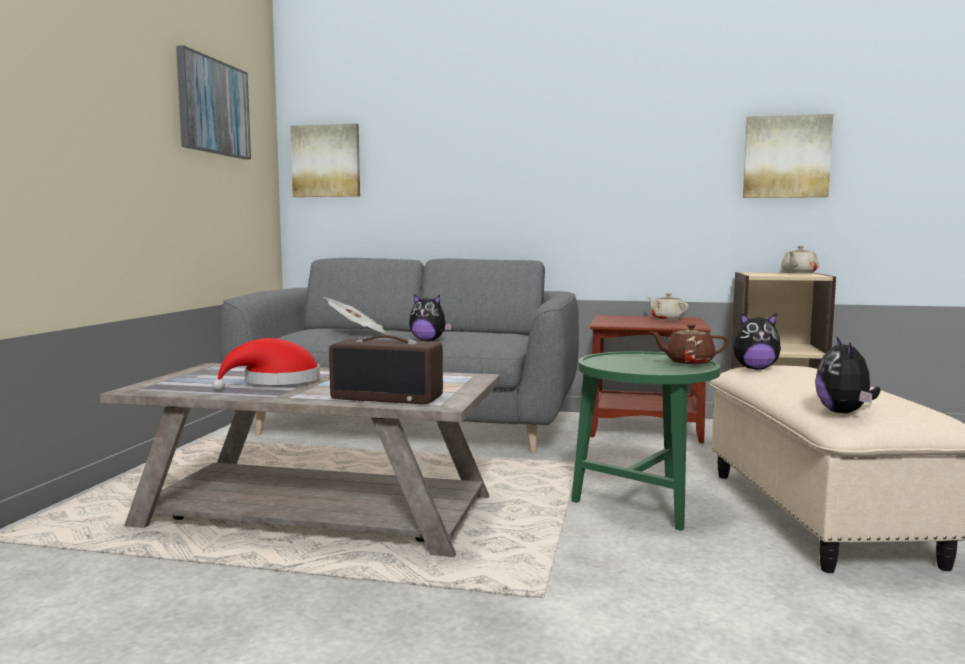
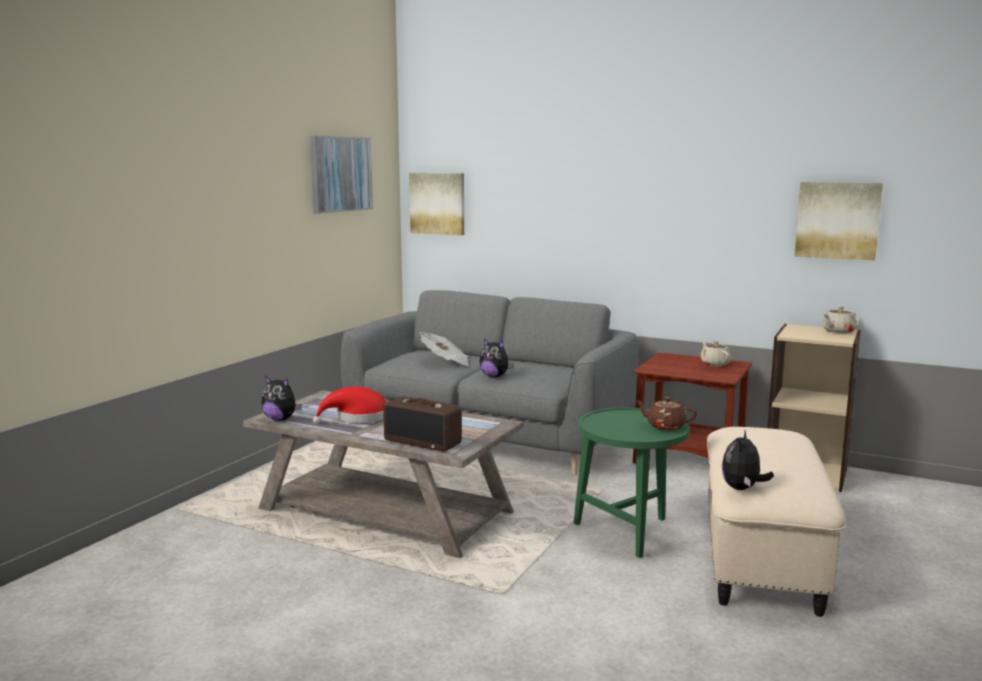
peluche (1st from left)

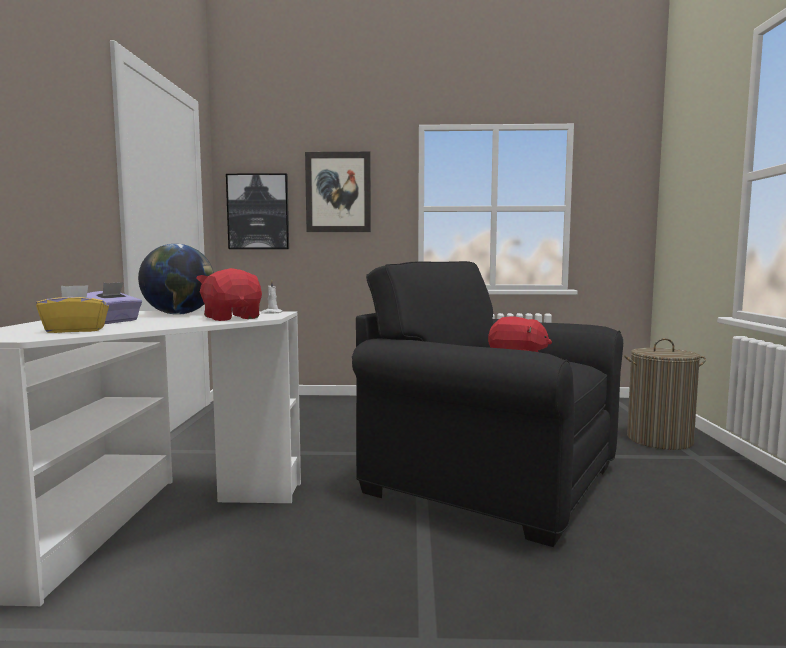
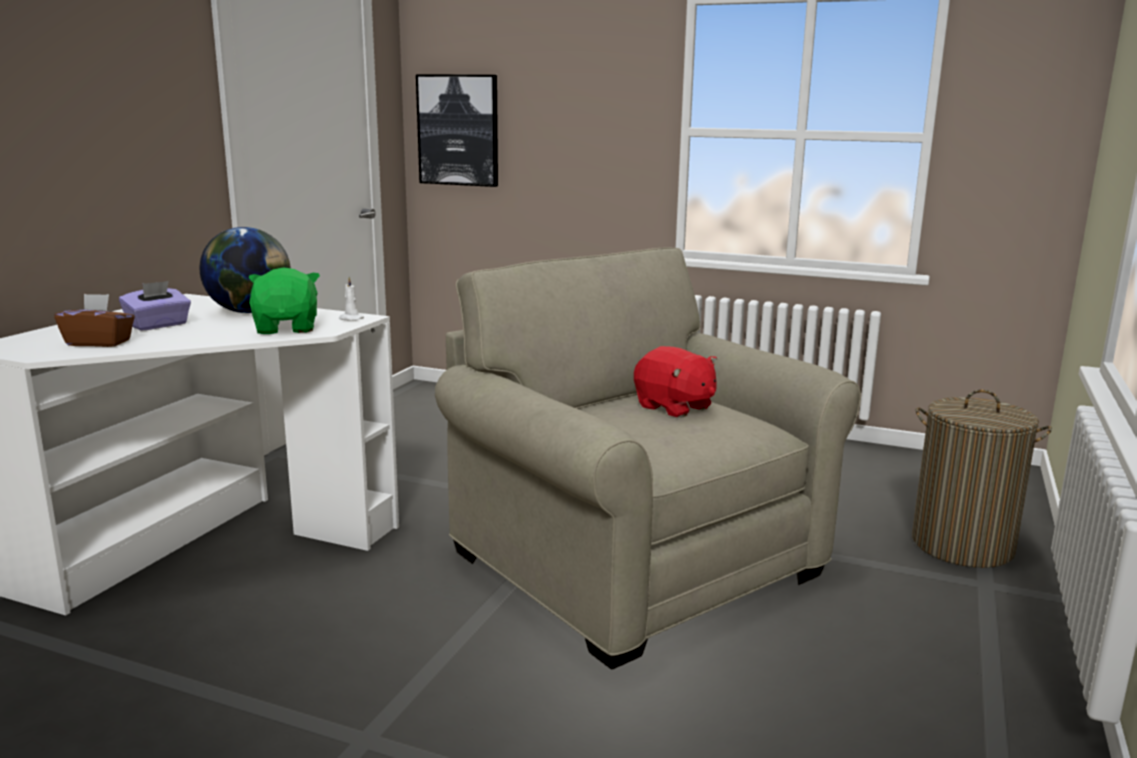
tableau (2nd from left in the first image); boîte à mouchoirs [marron]; peluche [vert]; fauteuil [beige]

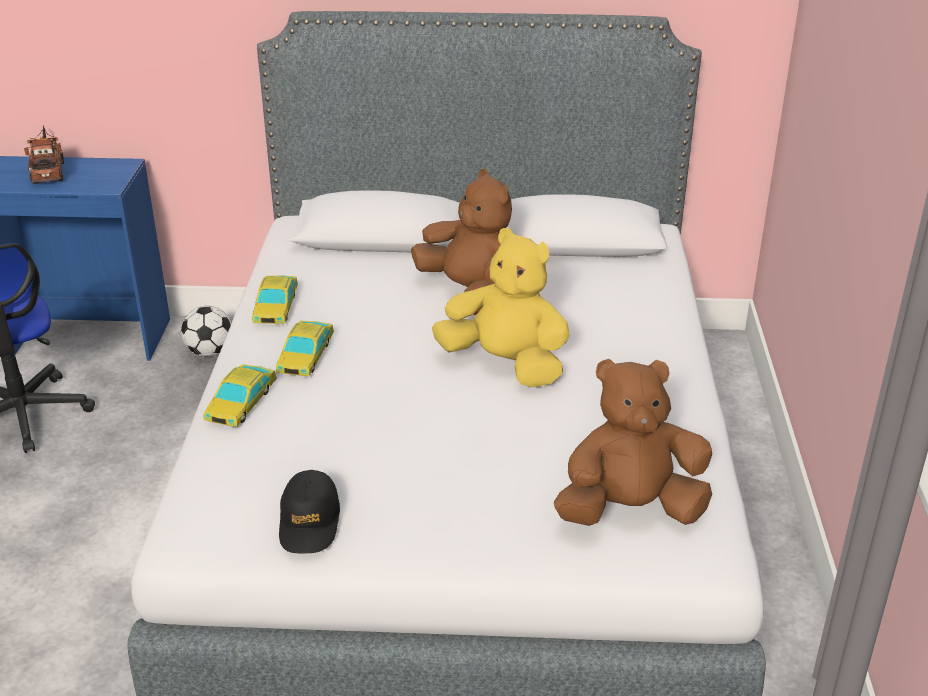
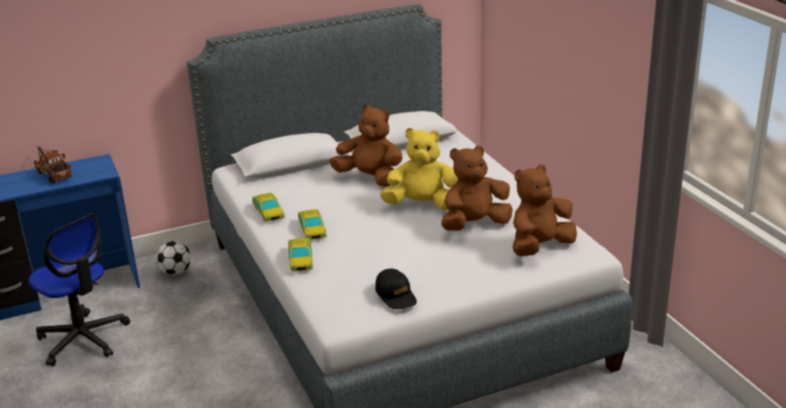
peluche [marron] (2nd from left)

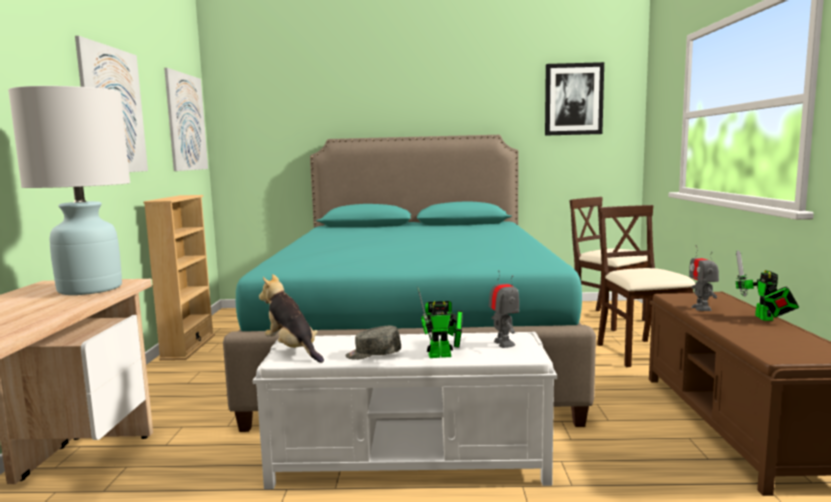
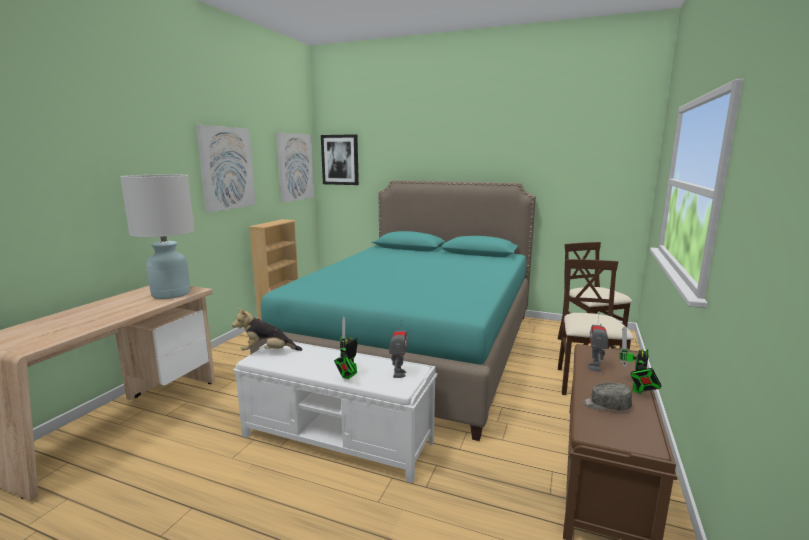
casquette [gris]; tableau (3rd from left); peluche; robot jouet (1st from left)

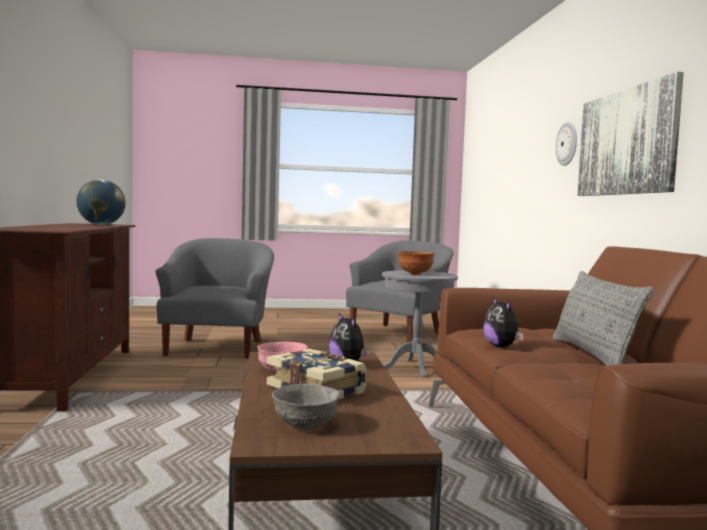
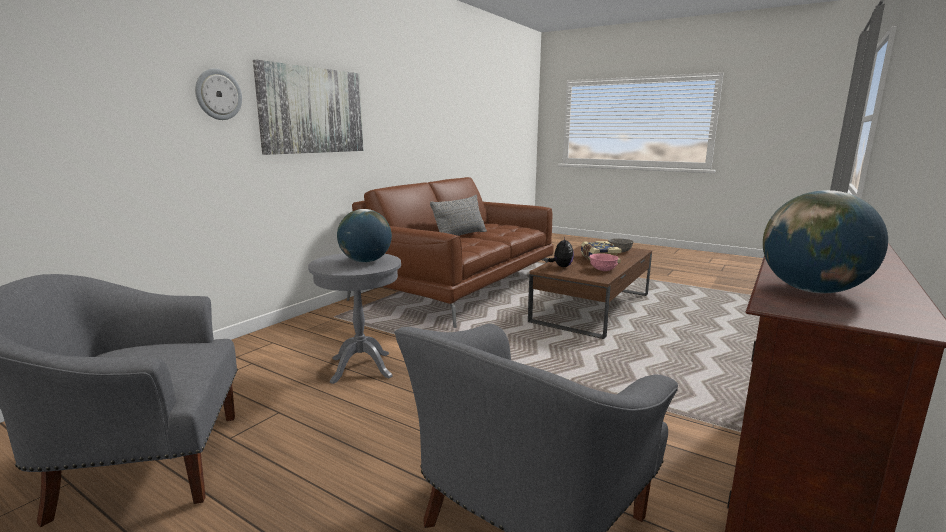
peluche (2nd from left in the first image); globe (1st from left)

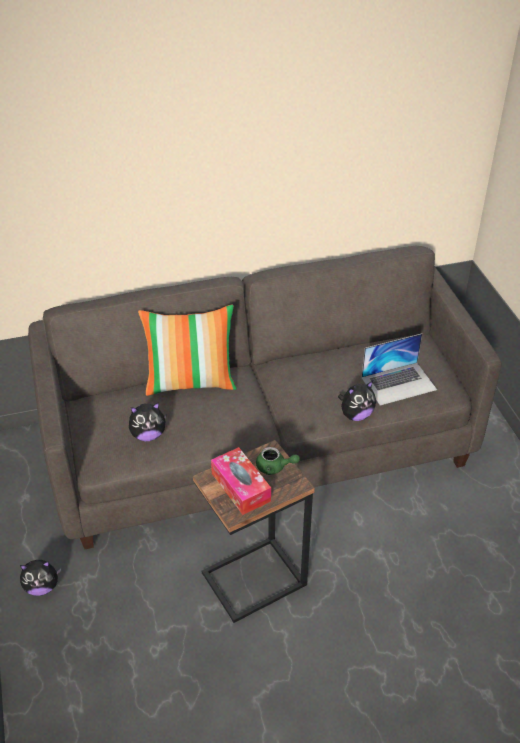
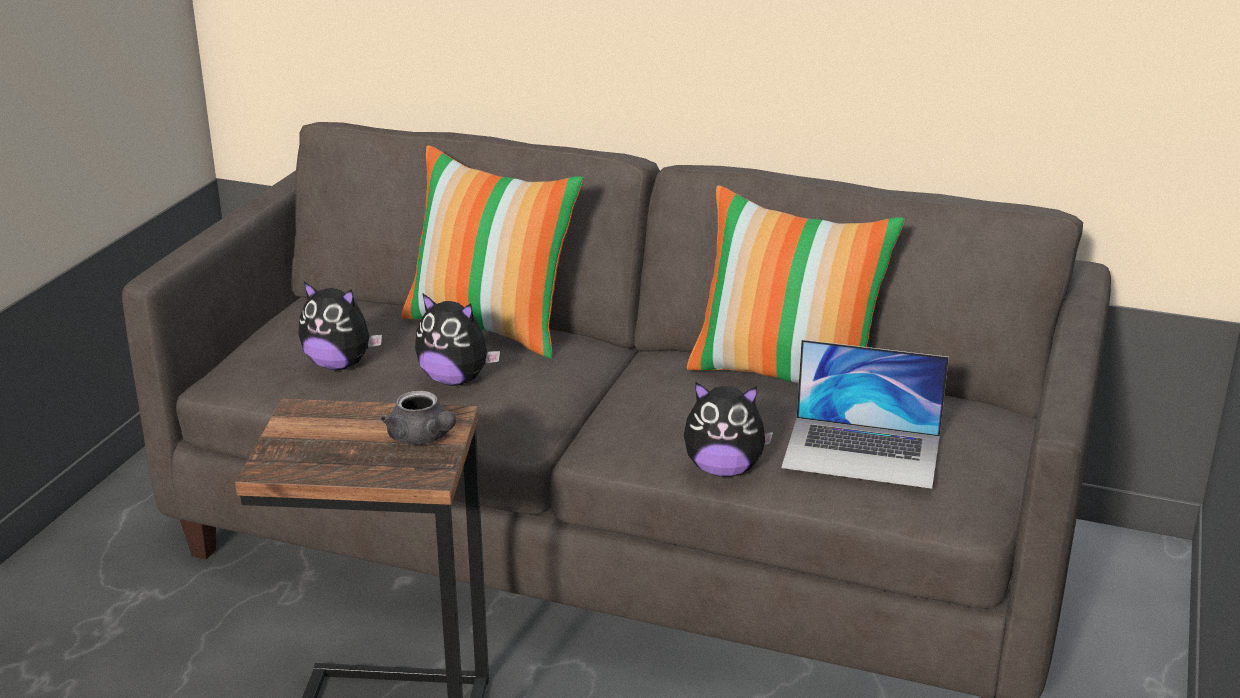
boîte à mouchoirs; coussin (2nd from left); peluche (2nd from left); théière [gris]

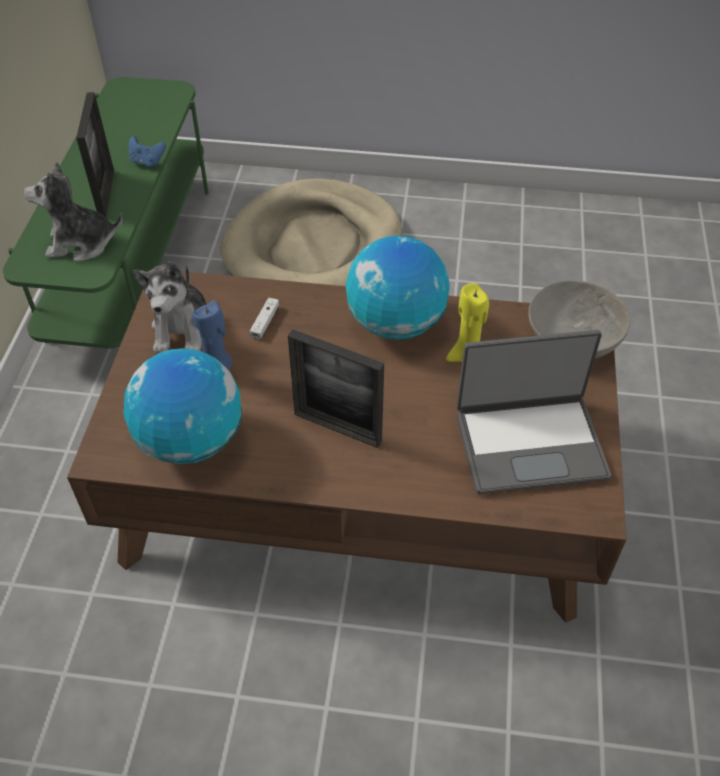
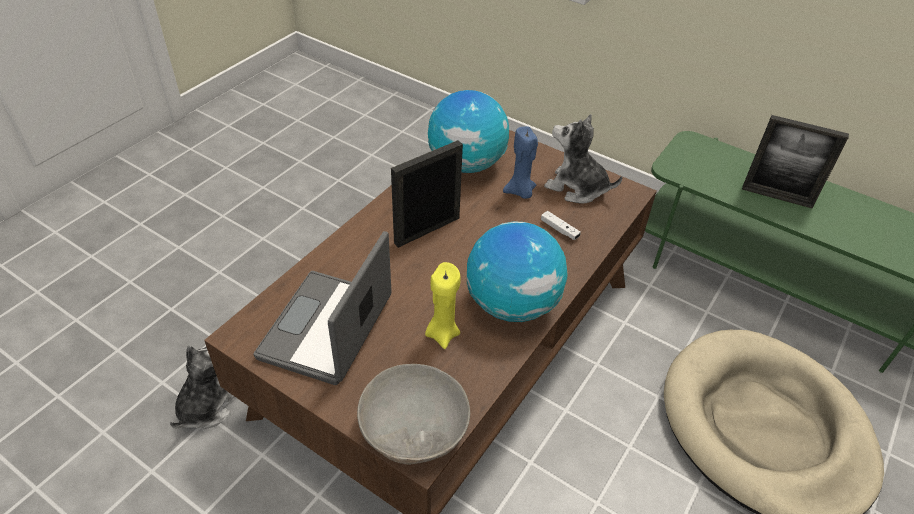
manette [bleu]; peluche (1st from left)

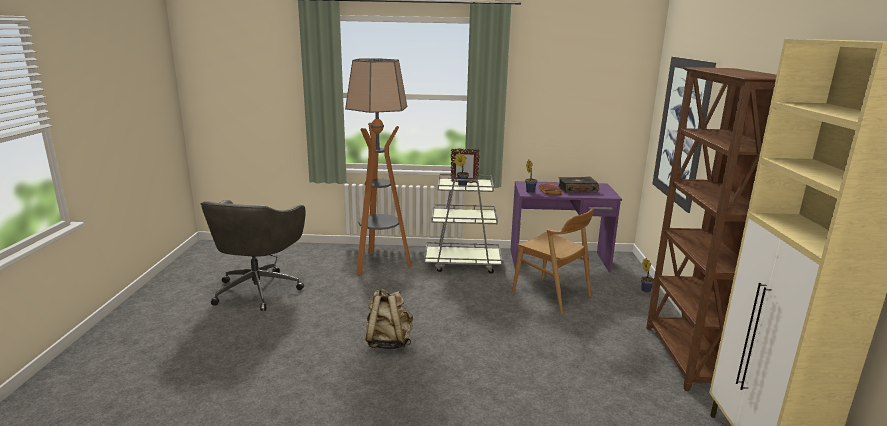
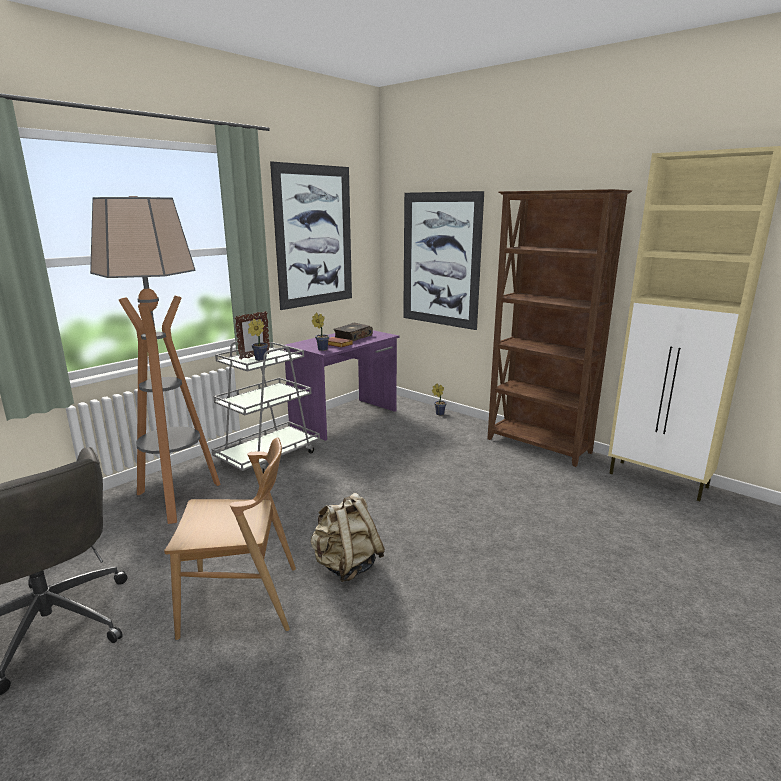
tableau (1st from left); chaise [marron]

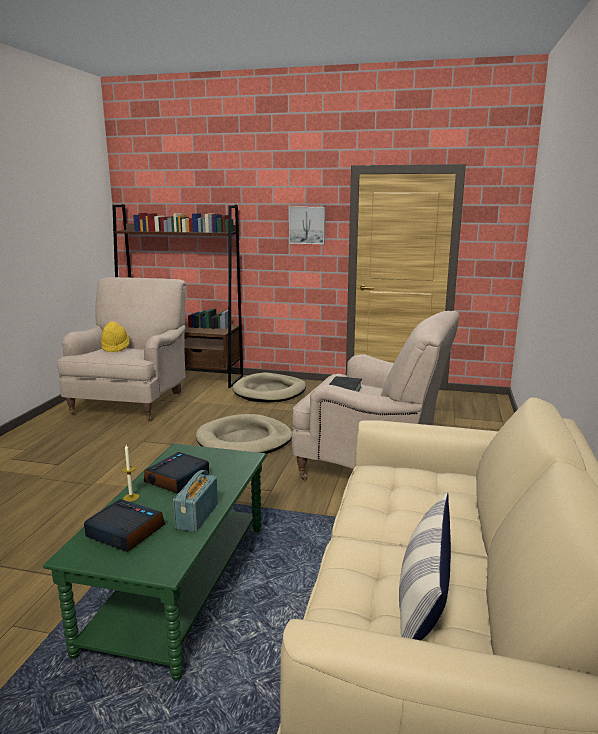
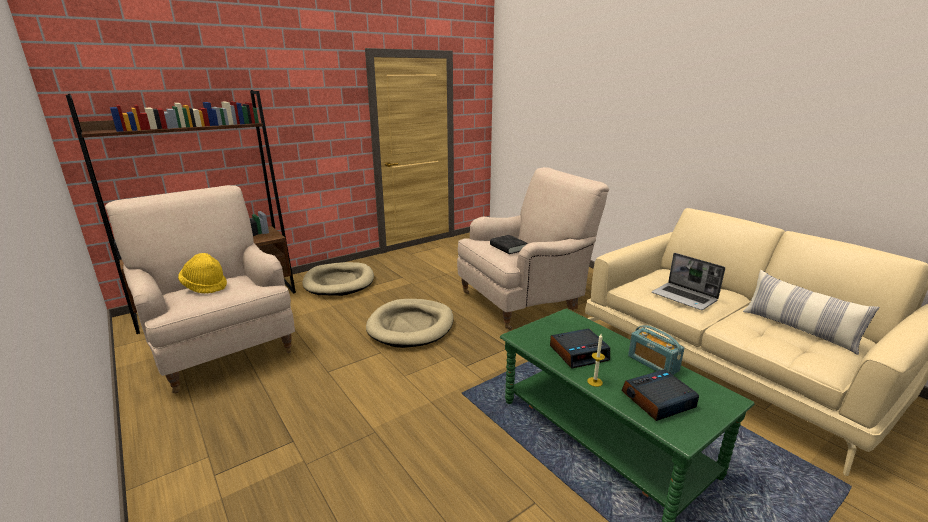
tableau; ordinateur portable; réveil (1st from left)

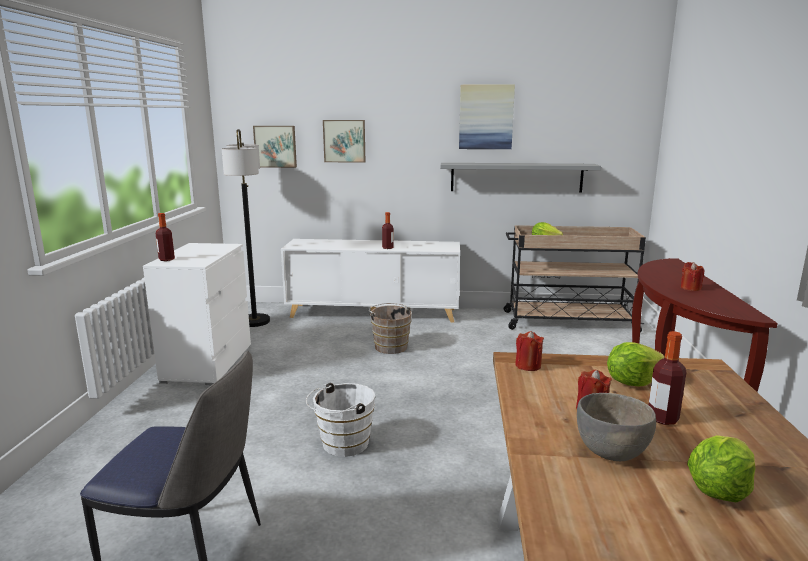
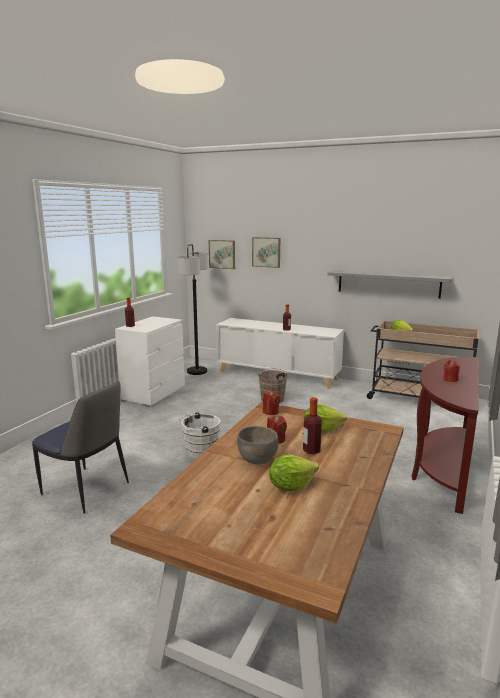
tableau (3rd from left in the first image)

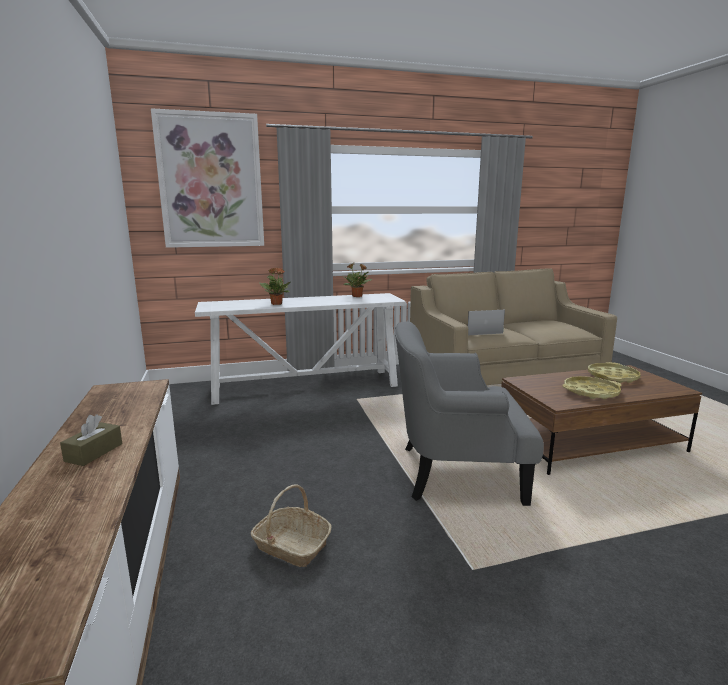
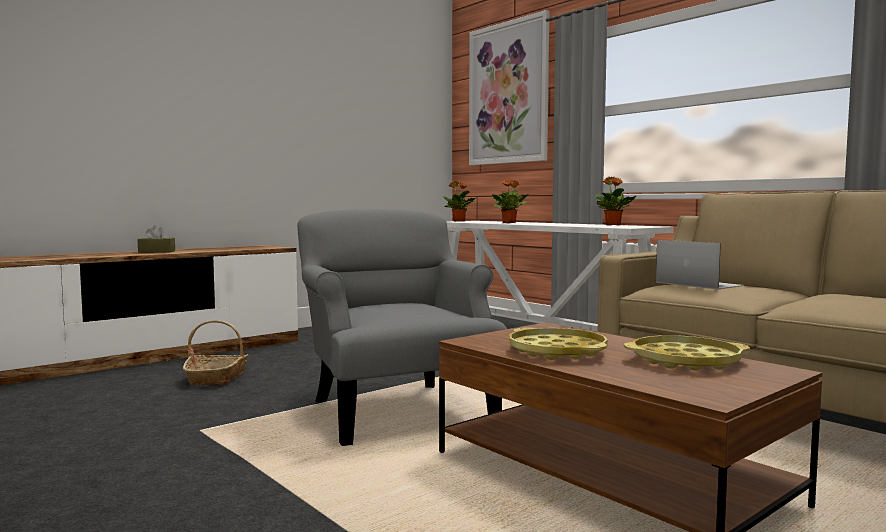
plante en pot (1st from left)

